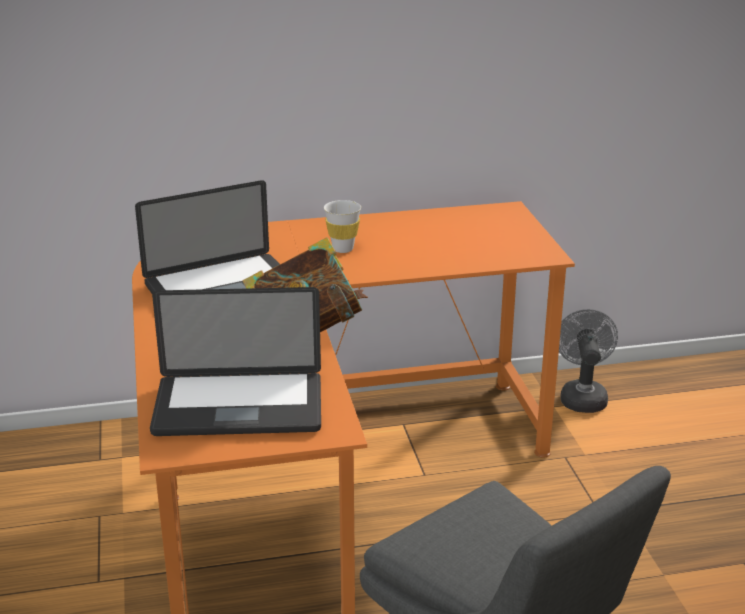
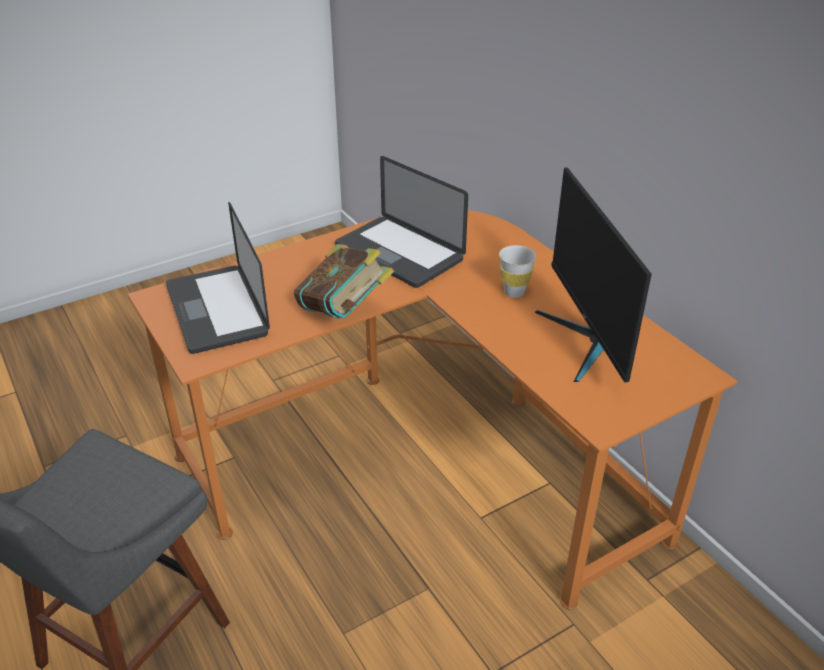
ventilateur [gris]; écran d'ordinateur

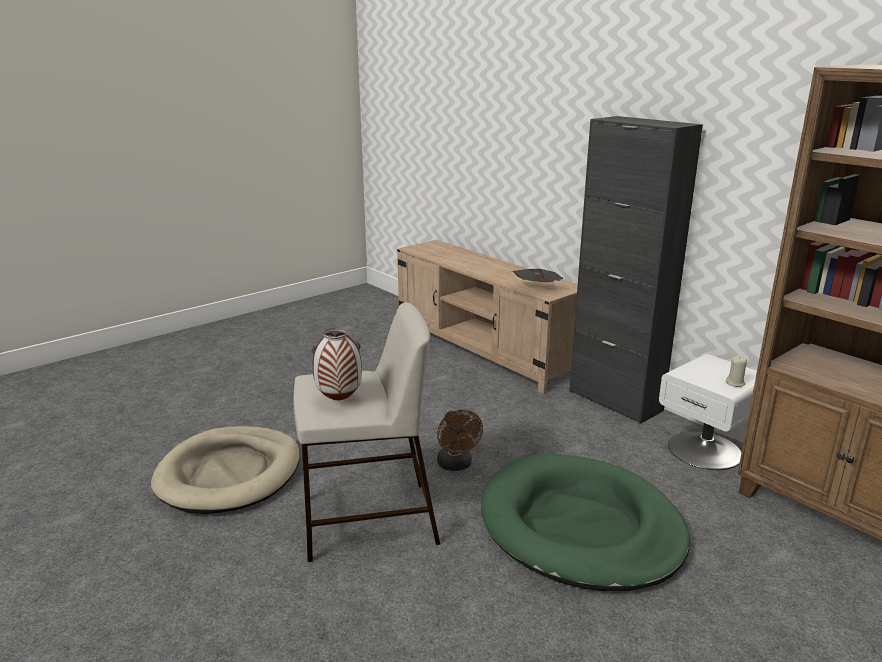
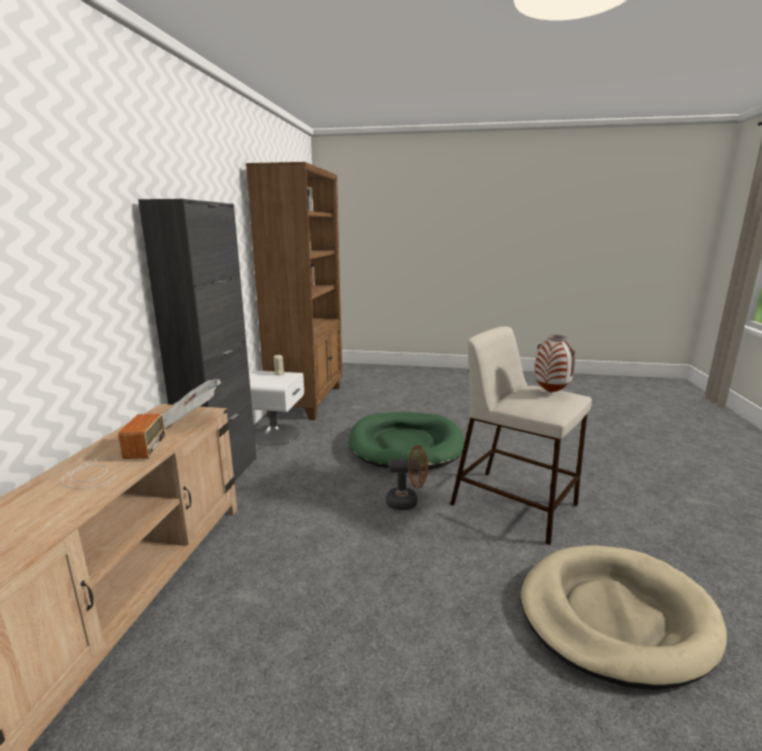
radio; ventilateur [marron]

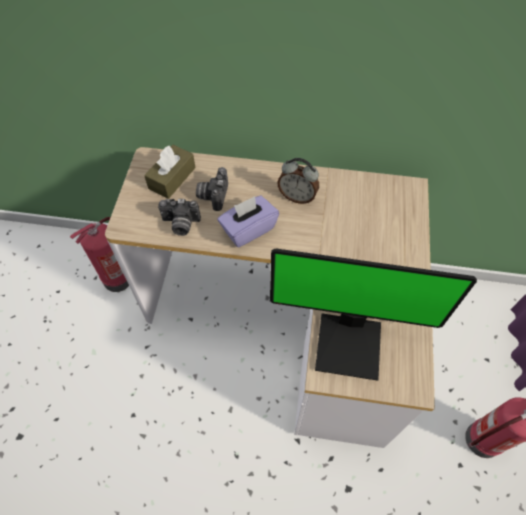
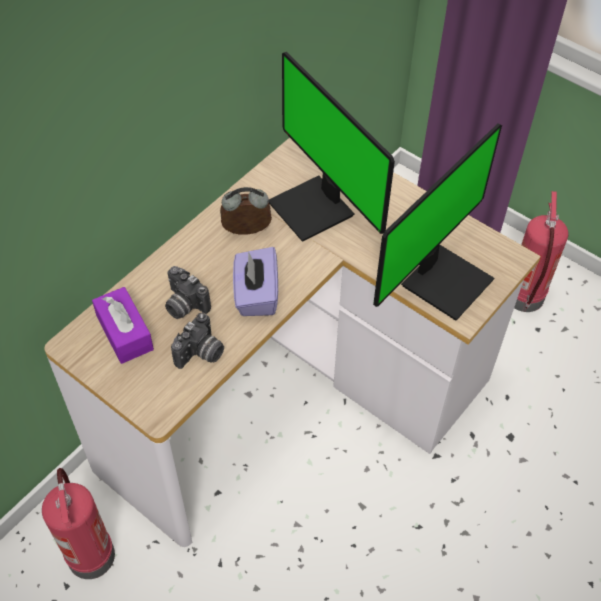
écran d'ordinateur (1st from left); boîte à mouchoirs [violet] (1st from left); réveil

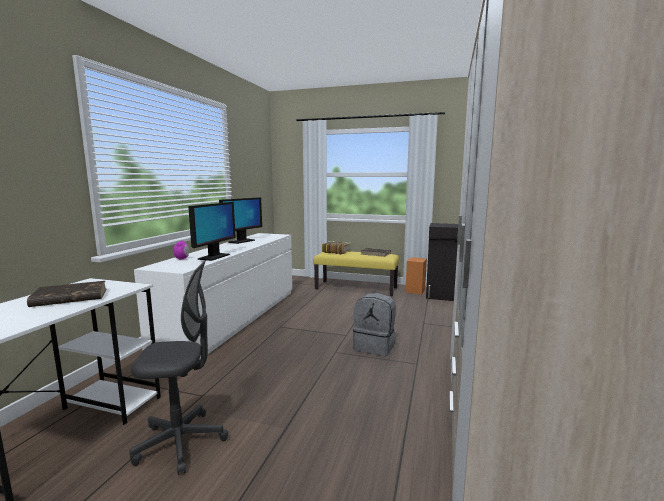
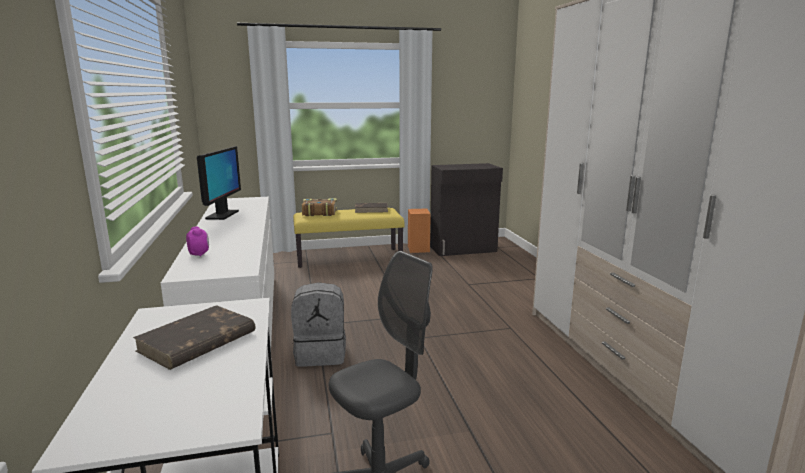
écran d'ordinateur (1st from left in the first image); sac à dos [gris]

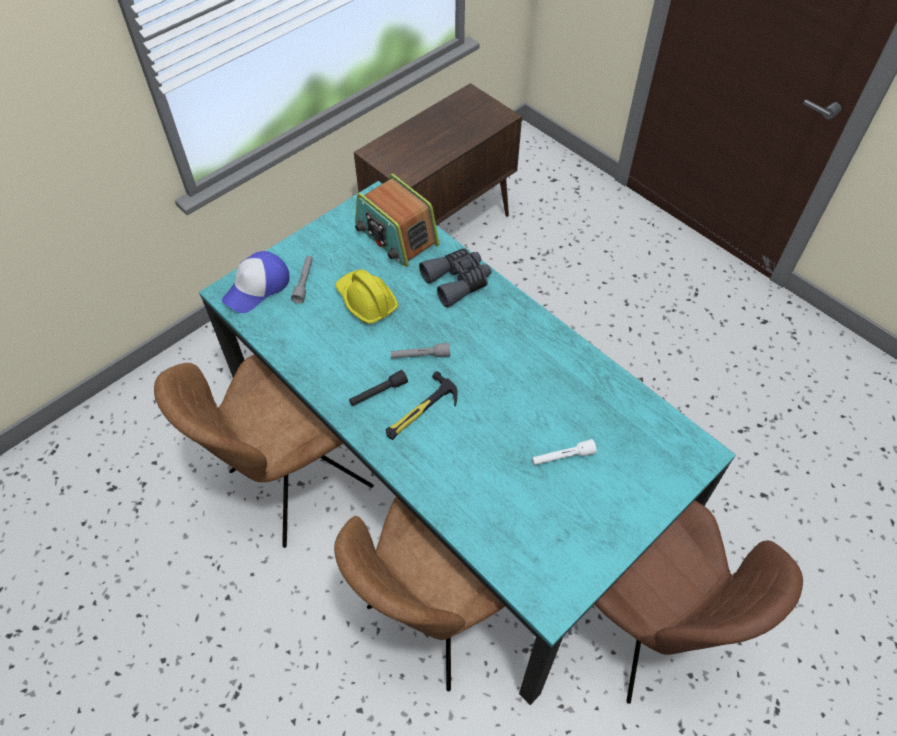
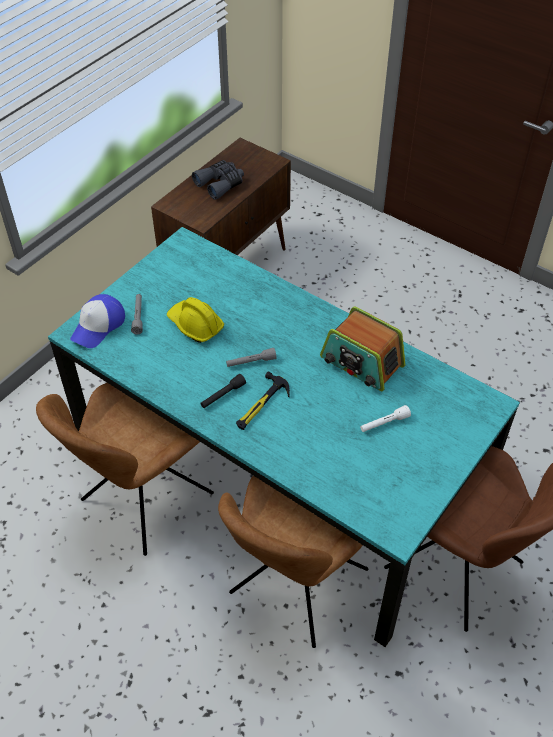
radio; jumelles [gris]

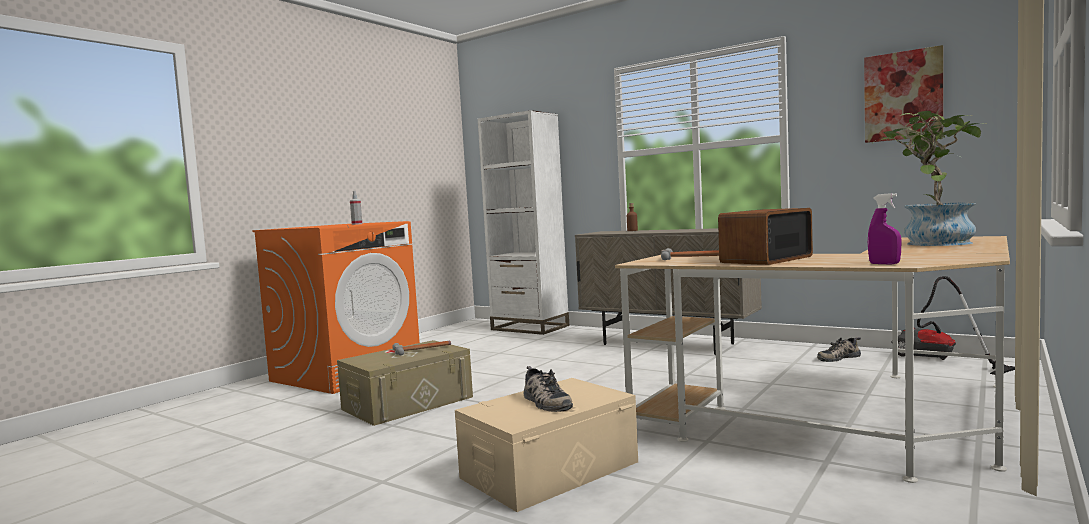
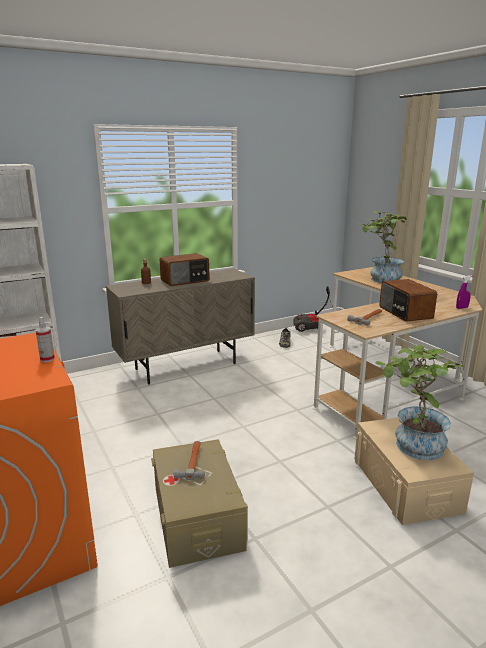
tableau; radio (1st from left); plante en pot (2nd from left)

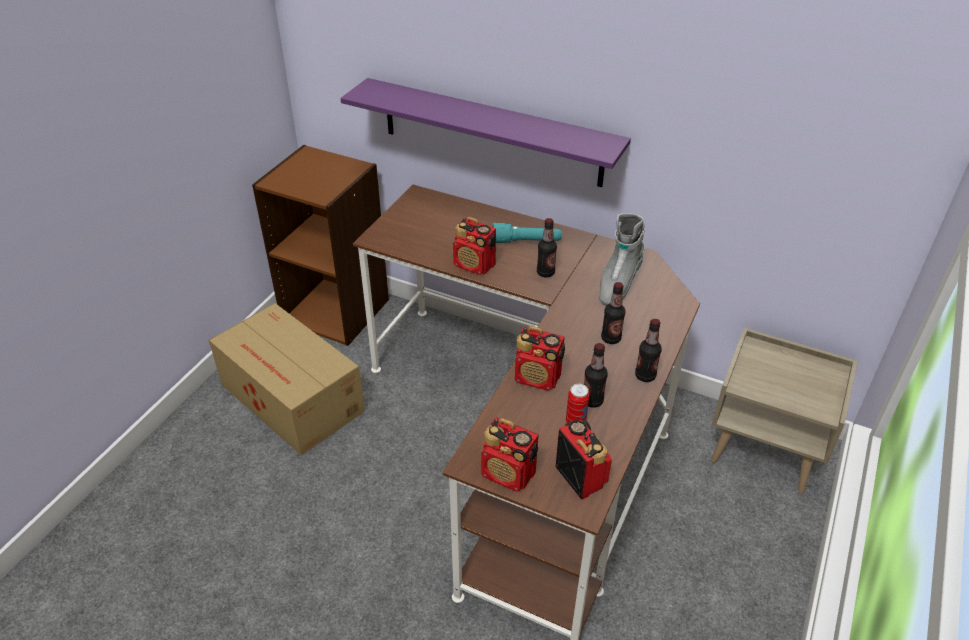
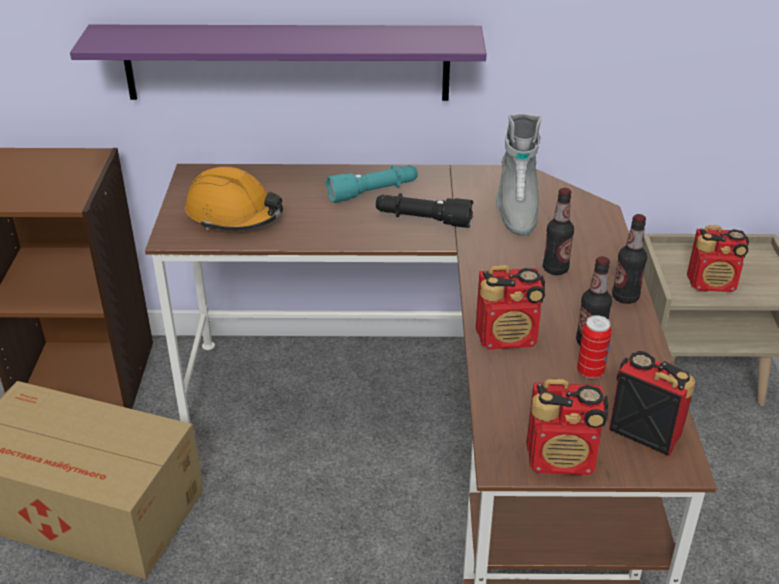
casque de chantier [orange]; radio (4th from left); lampe de poche [noir]

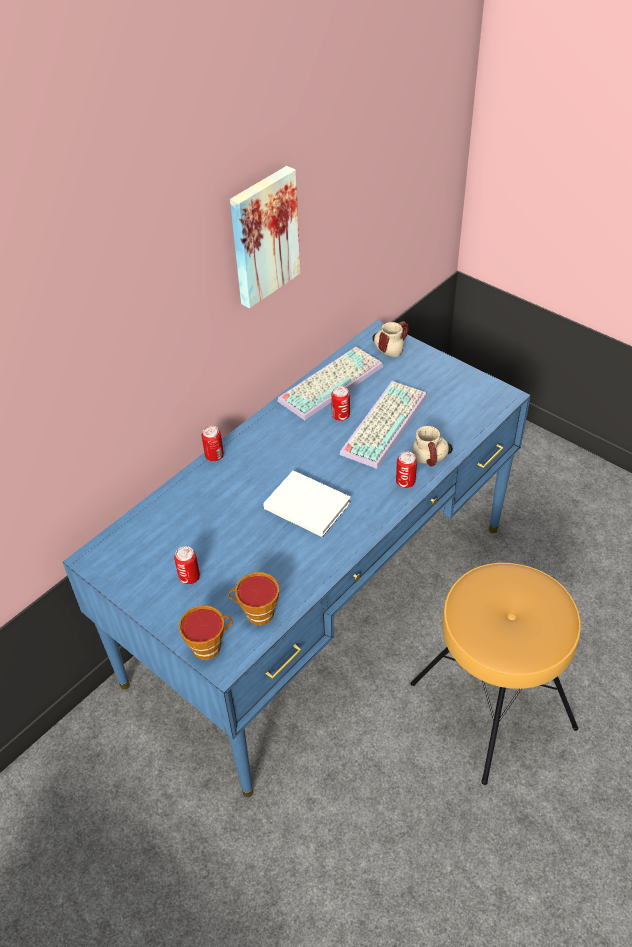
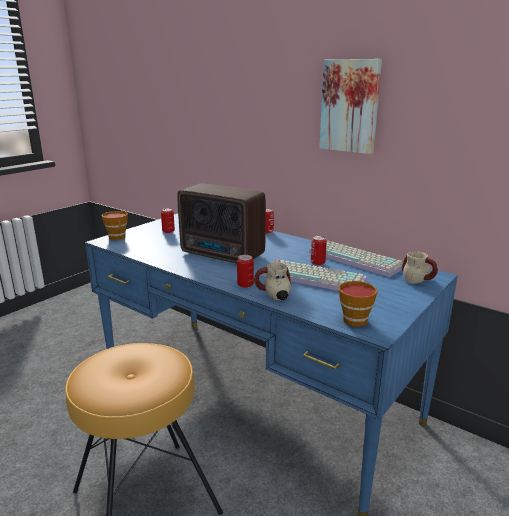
tasse (2nd from left); radio

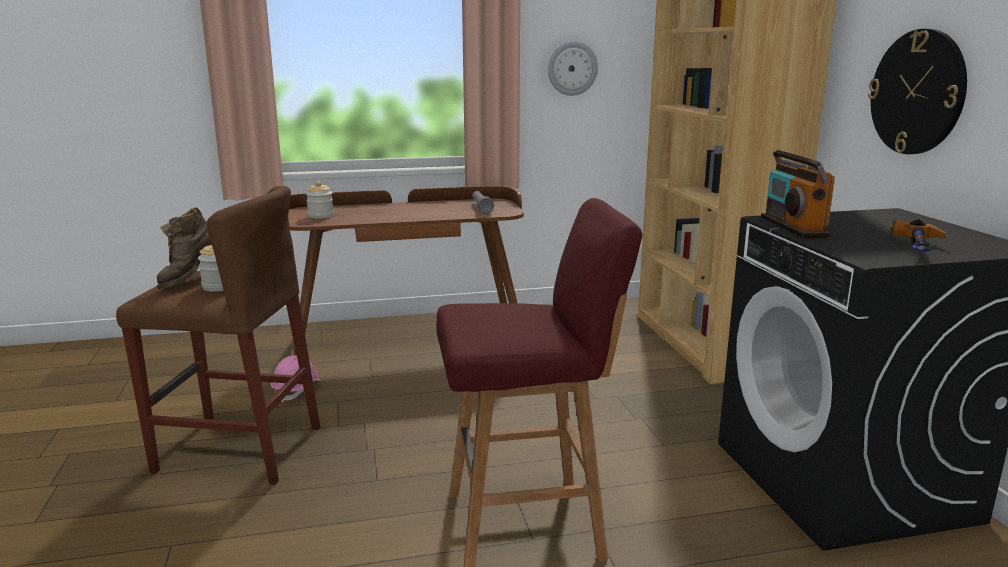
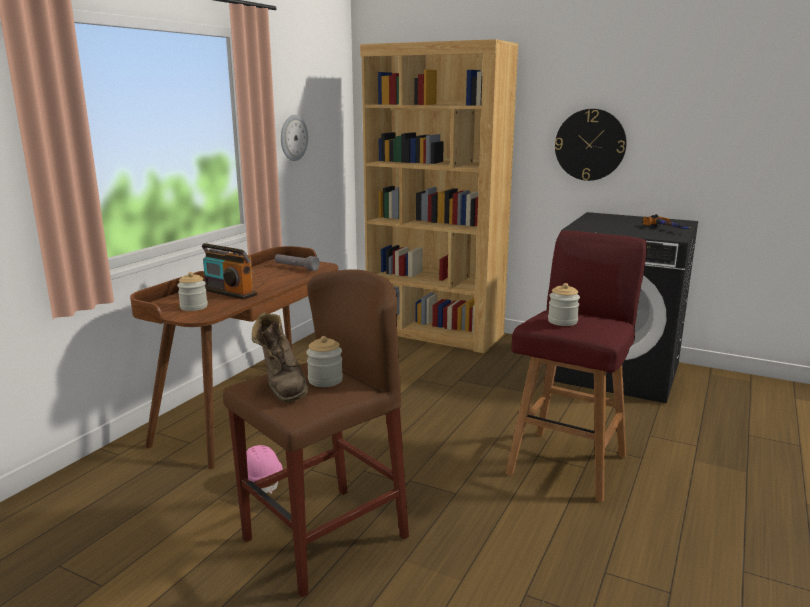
bocal (3rd from left); radio

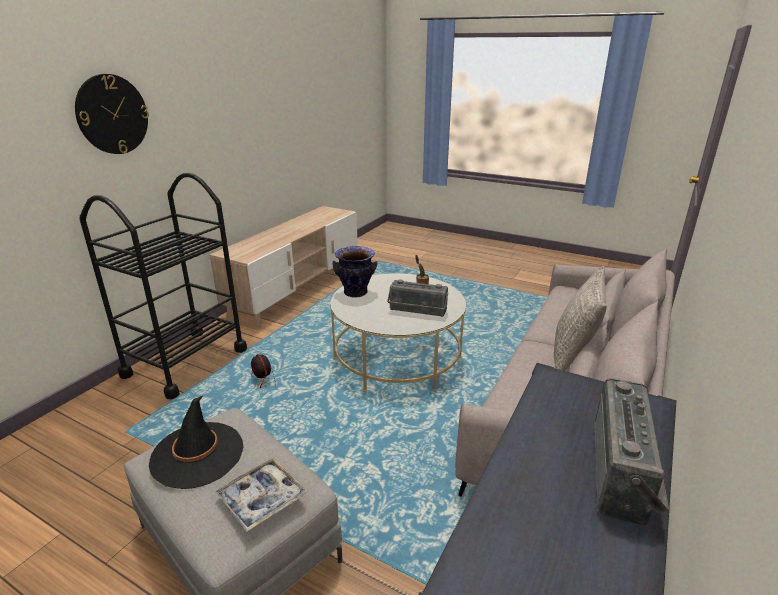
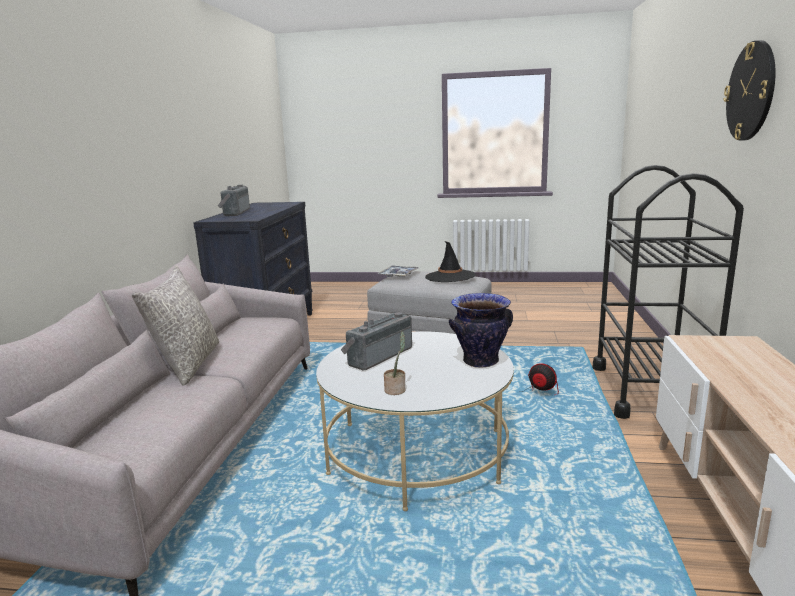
radio (2nd from left)

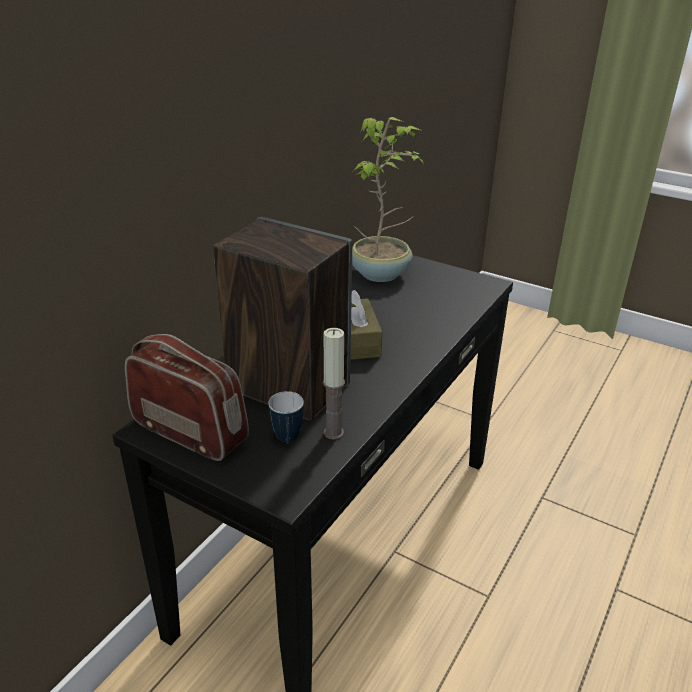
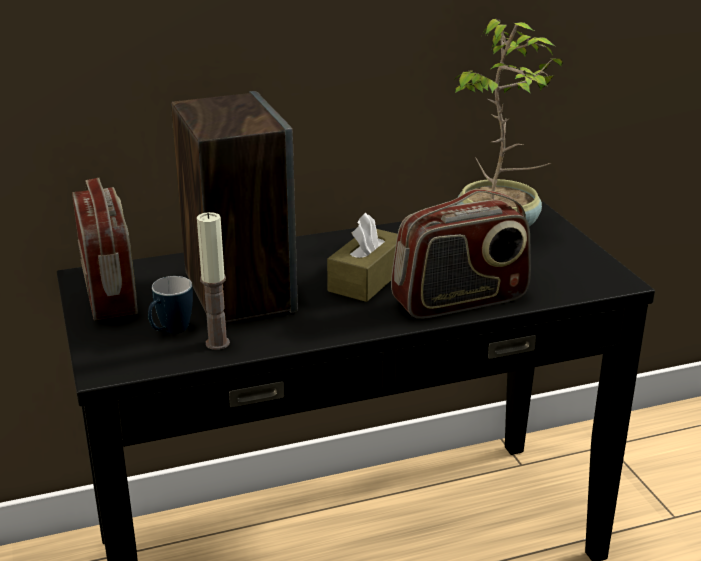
radio (2nd from left)

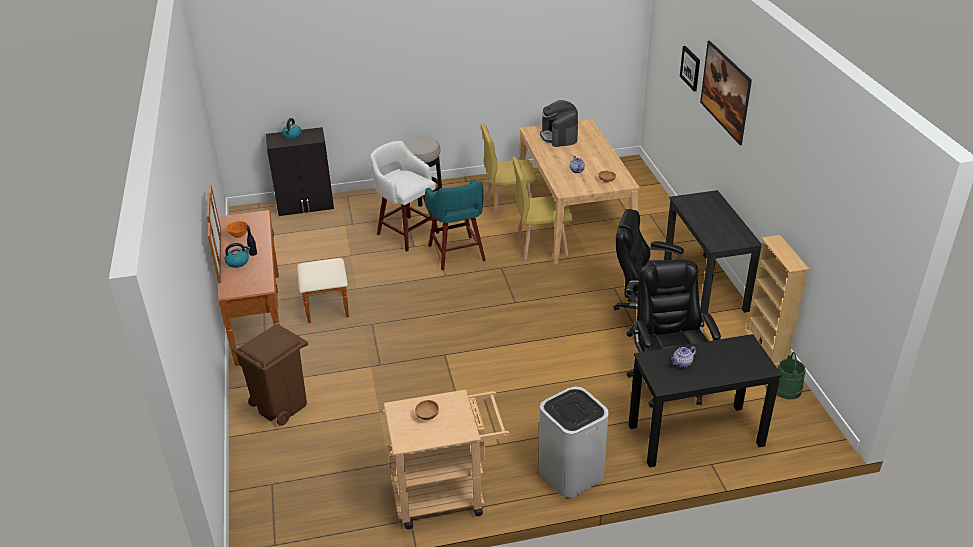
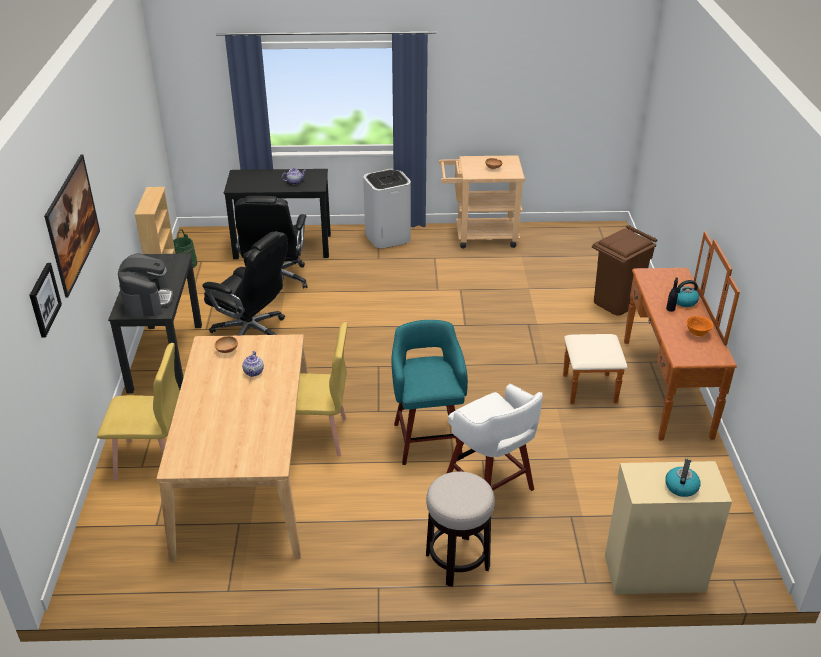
chaise [jaune] (1st from left); machine à café; meuble de rangement [beige]

